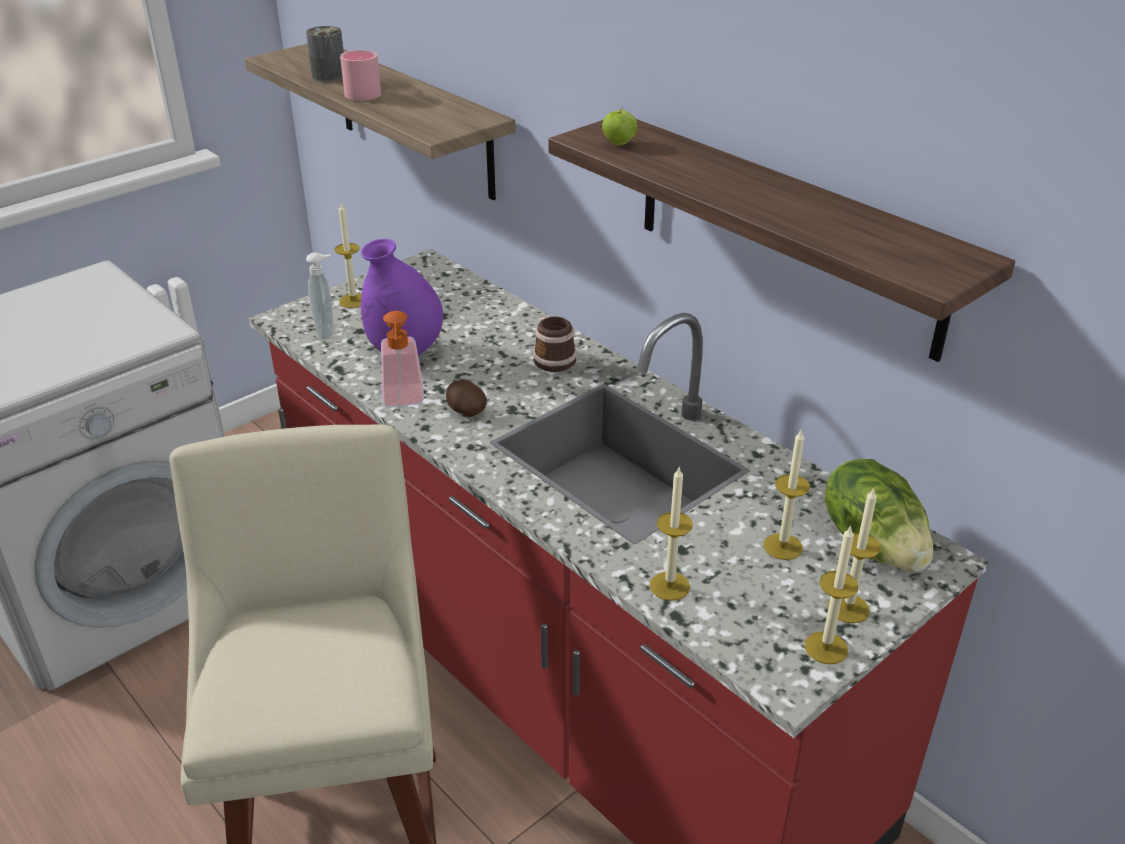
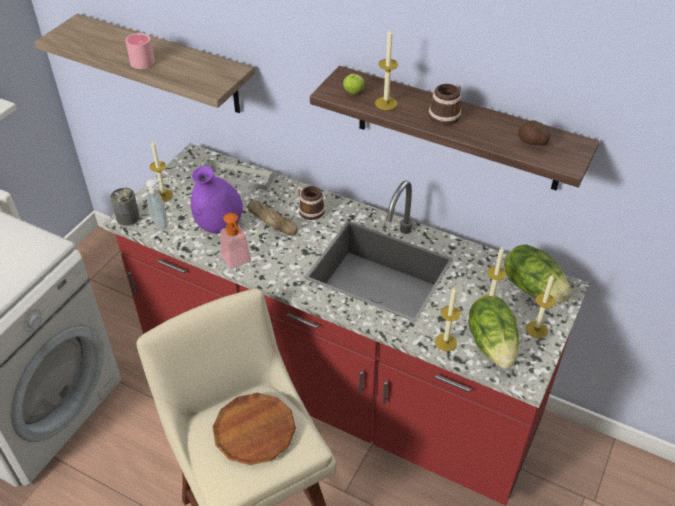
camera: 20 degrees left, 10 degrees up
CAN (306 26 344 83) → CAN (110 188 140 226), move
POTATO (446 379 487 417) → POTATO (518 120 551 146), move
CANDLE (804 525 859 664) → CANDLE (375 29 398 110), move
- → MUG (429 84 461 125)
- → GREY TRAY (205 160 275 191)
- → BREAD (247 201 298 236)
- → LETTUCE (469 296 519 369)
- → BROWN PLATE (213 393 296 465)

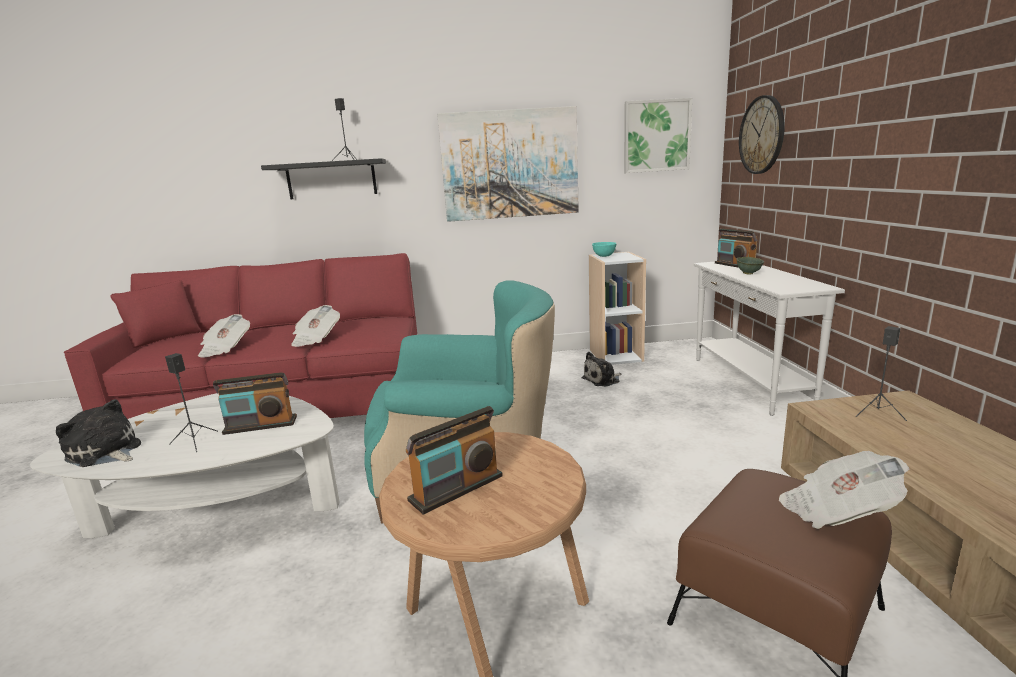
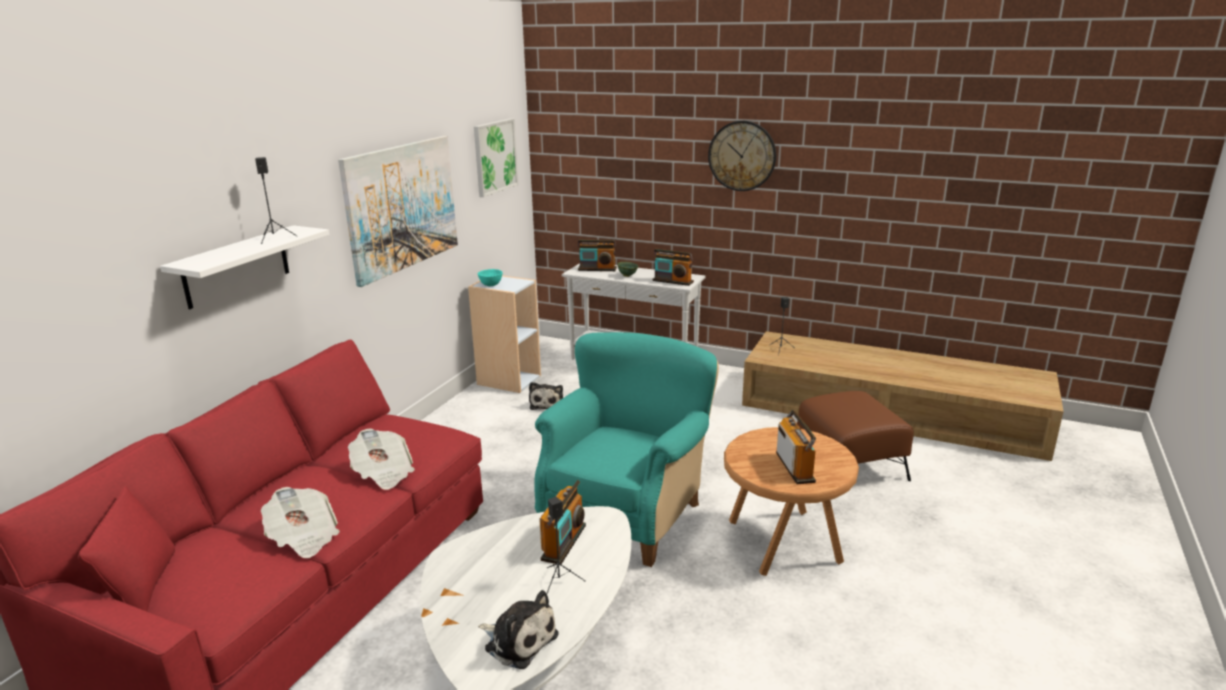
camera: 60 degrees left, 5 degrees up
WALL CLOCK (739 95 785 174) → WALL CLOCK (708 121 776 191), move
BLACK SHELF (261 158 386 199) → WHITE SHELF (160 225 330 309)
PLUSH TOY (56 399 141 467) → PLUSH TOY (478 590 559 669), 120 degrees counterclockwise
NEWSPAPER (779 451 910 529) → -
- → RADIO (652 249 694 286)

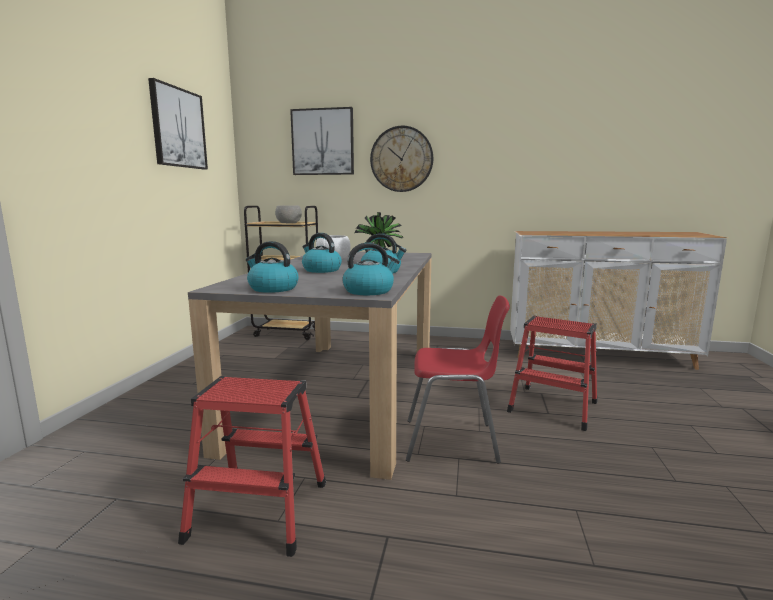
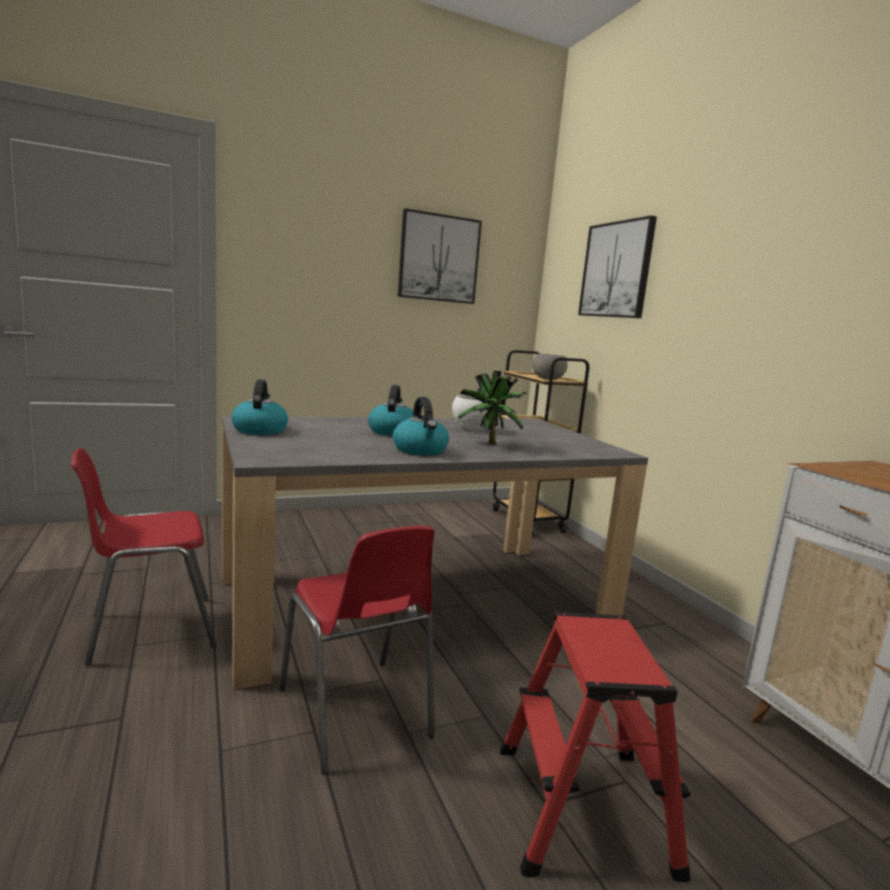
camera: 55 degrees right, 0 degrees up
WALL CLOCK (370 126 433 192) → -
KETTLE (342 242 400 295) → -
RED STEP LADDER (178 376 326 557) → RED CHAIR (71 448 217 666)

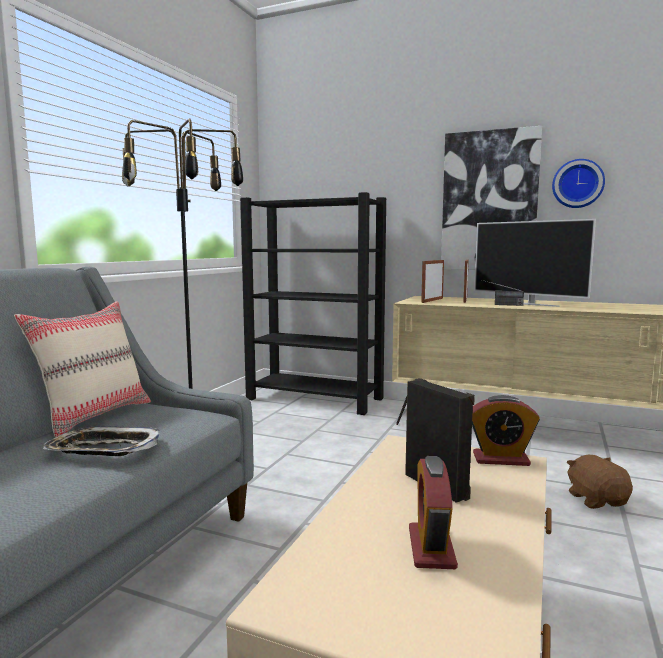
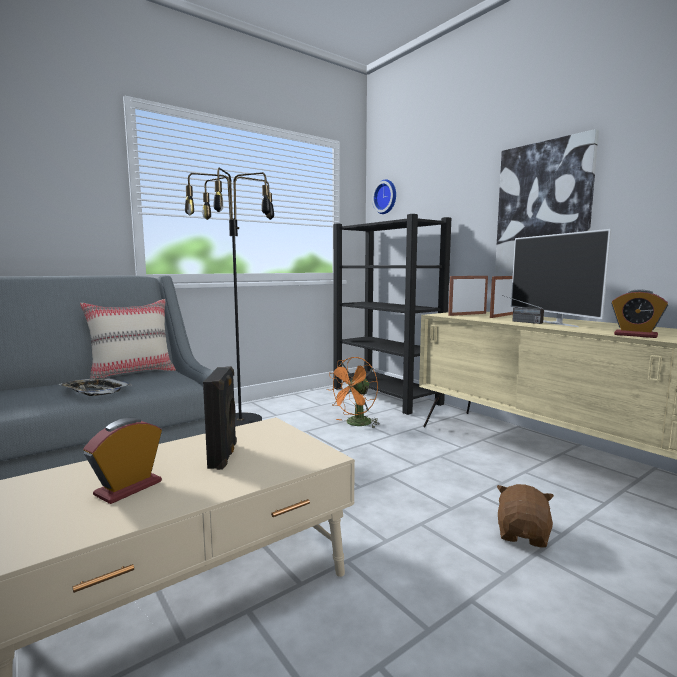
camera: 30 degrees right, 0 degrees up
WALL CLOCK (552 159 605 208) → WALL CLOCK (372 179 396 214), move
ALARM CLOCK (472 395 540 466) → ALARM CLOCK (611 289 668 338), move
- → ORANGE FAN (327 357 380 428)

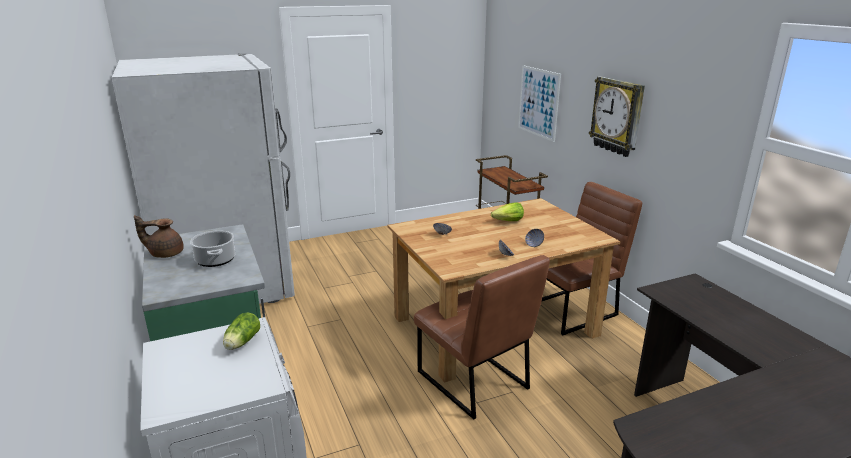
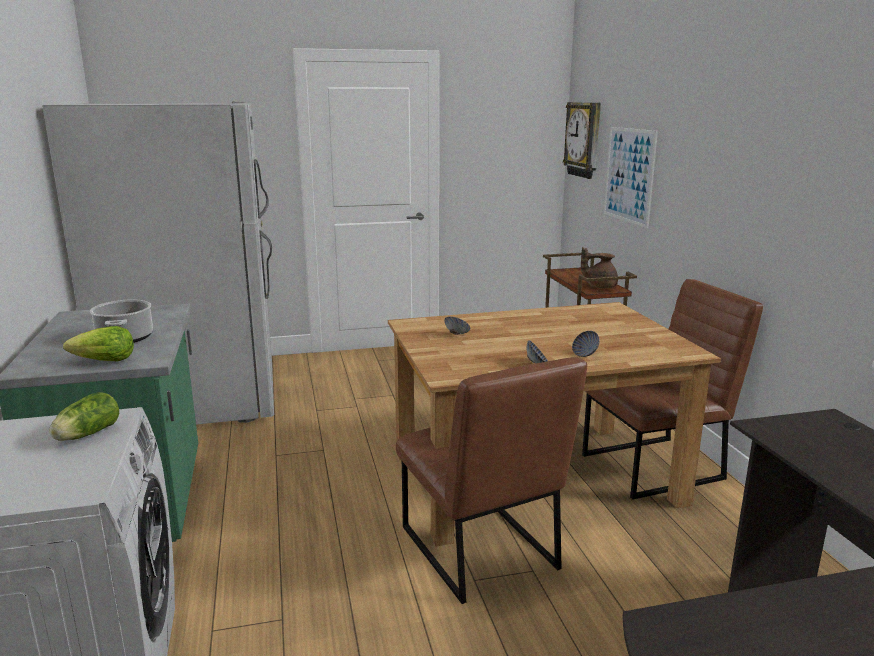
camera: 10 degrees right, 5 degrees down
WALL CLOCK (589 76 645 157) → WALL CLOCK (563 102 601 179), move
LETTUCE (491 202 524 221) → LETTUCE (63 326 134 362), move
BROWN TEAPOT (134 215 184 258) → BROWN TEAPOT (581 247 618 288), move

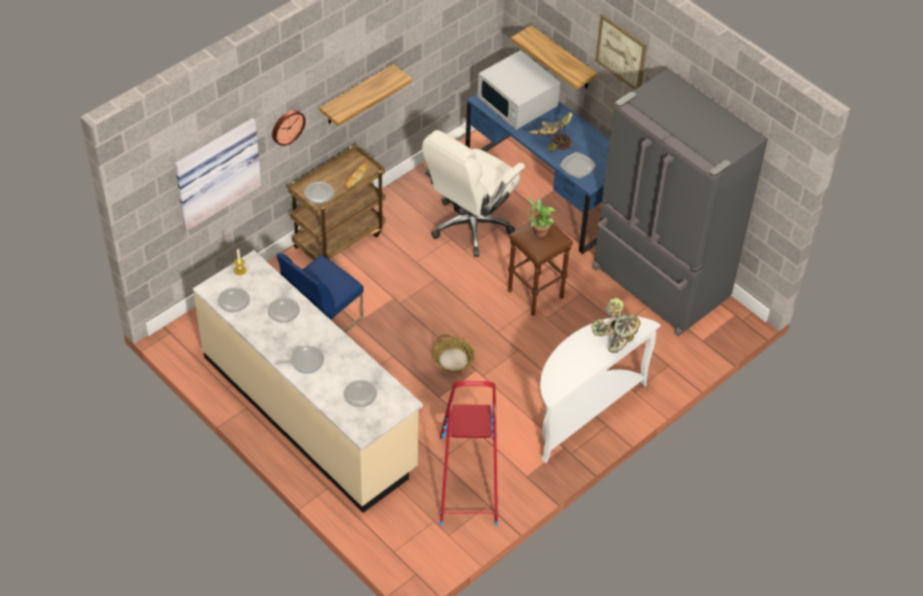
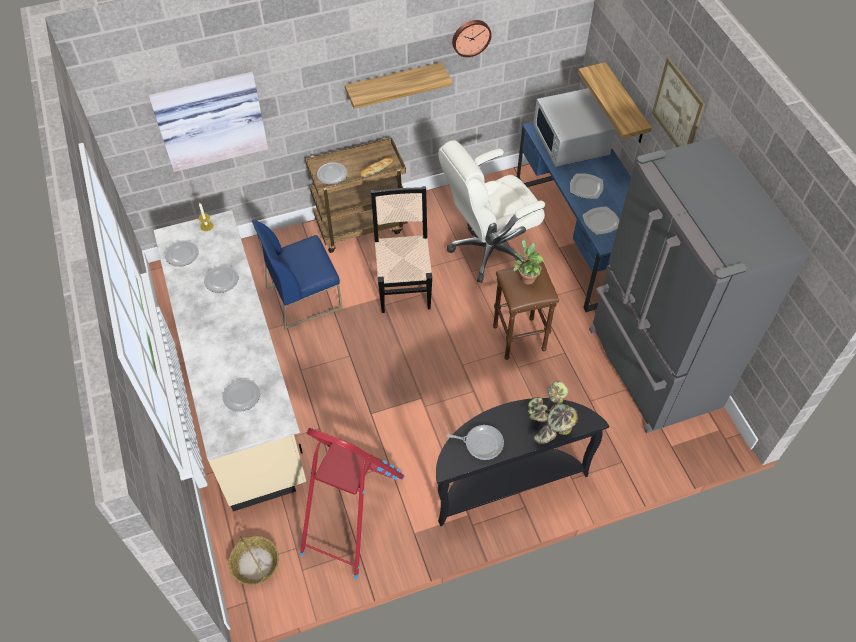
camera: 25 degrees right, 5 degrees up
WALL CLOCK (272 110 306 146) → WALL CLOCK (452 20 492 57), move
POTTED PLANT (527 112 573 151) → PLATE (570 174 603 199)
WHITE CONSOLE TABLE (540 316 660 463) → BLACK CONSOLE TABLE (436 398 609 526)
BASKET (433 335 475 373) → BASKET (228 536 279 585), move
FRYING PAN (274 346 324 374) → FRYING PAN (446 425 504 460), move
- → CHAIR (371 186 432 313)

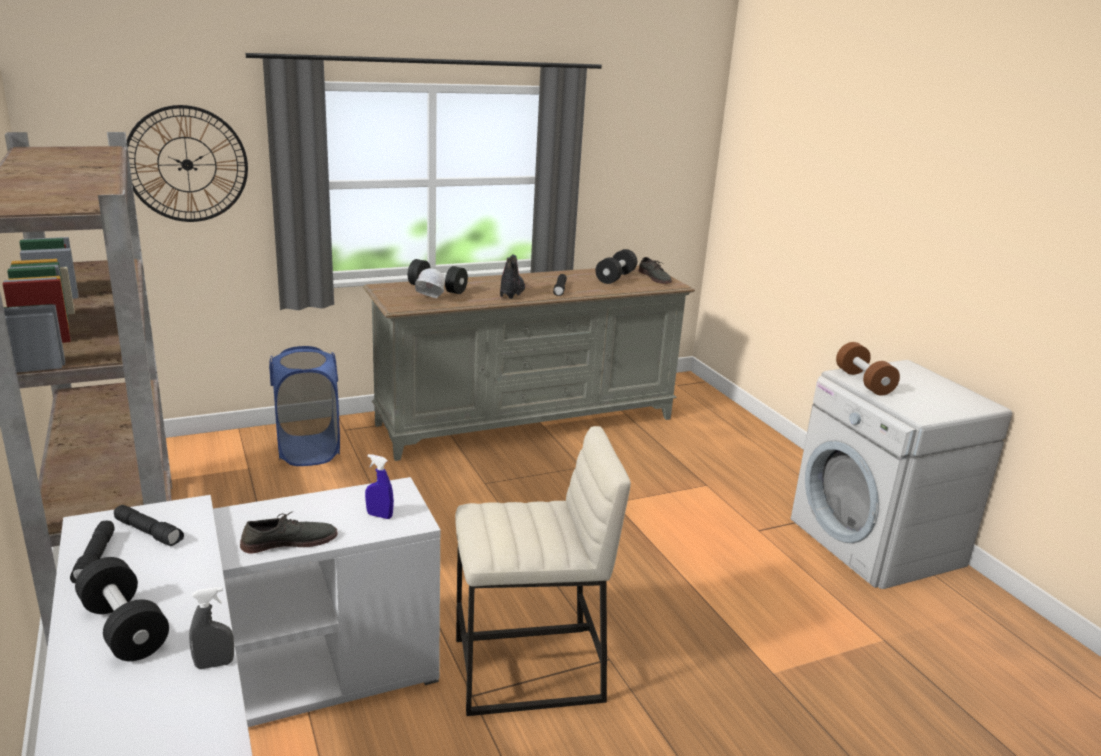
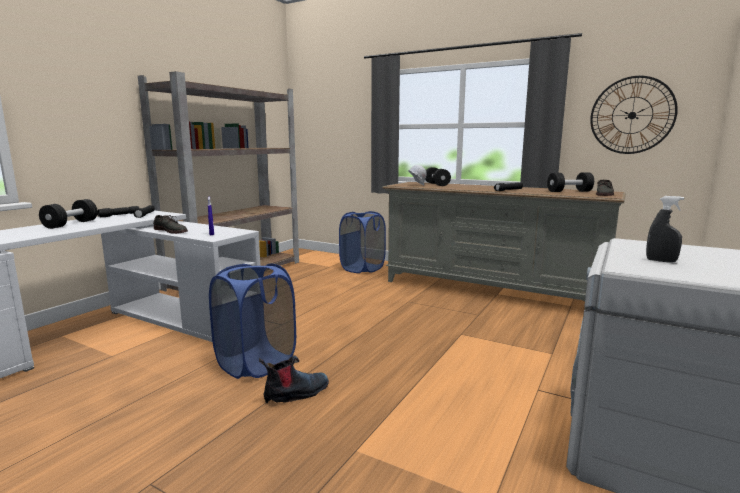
camera: 55 degrees right, 10 degrees down
WALL CLOCK (127 105 248 222) → WALL CLOCK (590 76 678 154), move
BOOT (500 254 525 299) → BOOT (259 355 329 403), move
BROWN DUMBBELL (836 342 900 396) → -
BEIGE STOOL (455 426 631 716) → BLUE LAUNDRY BASKET (209 264 296 379)
GREY SPRAY BOTTLE (189 587 234 669) → GREY SPRAY BOTTLE (646 196 684 263), move

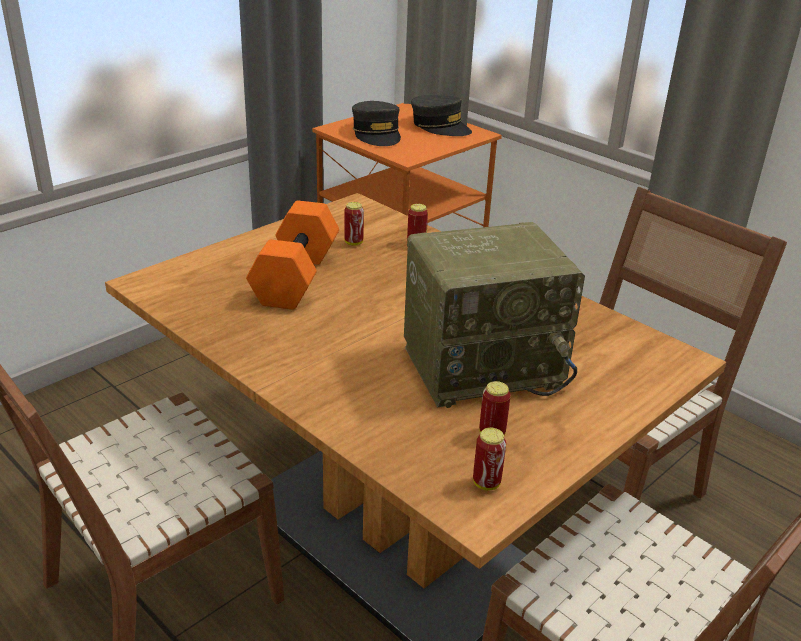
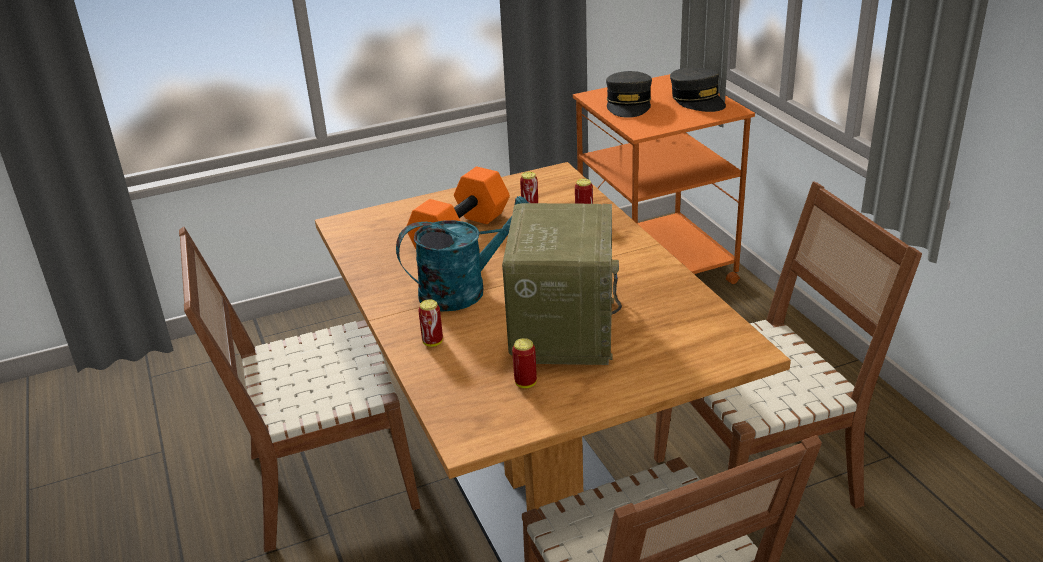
camera: 25 degrees right, 0 degrees up
RADIO (404 222 585 408) → RADIO (502 203 622 365), 90 degrees counterclockwise
CAN (473 428 506 490) → CAN (418 299 443 347), move
- → TURQUOISE WATERING CAN (396 196 529 311)

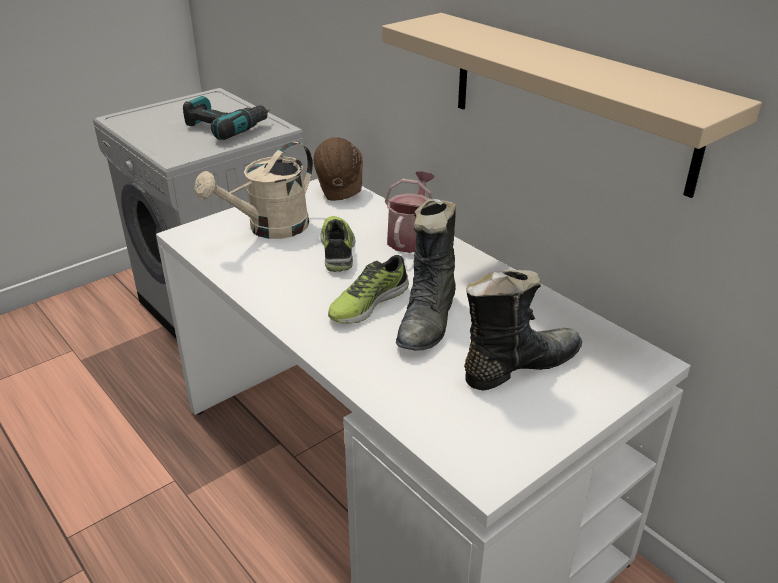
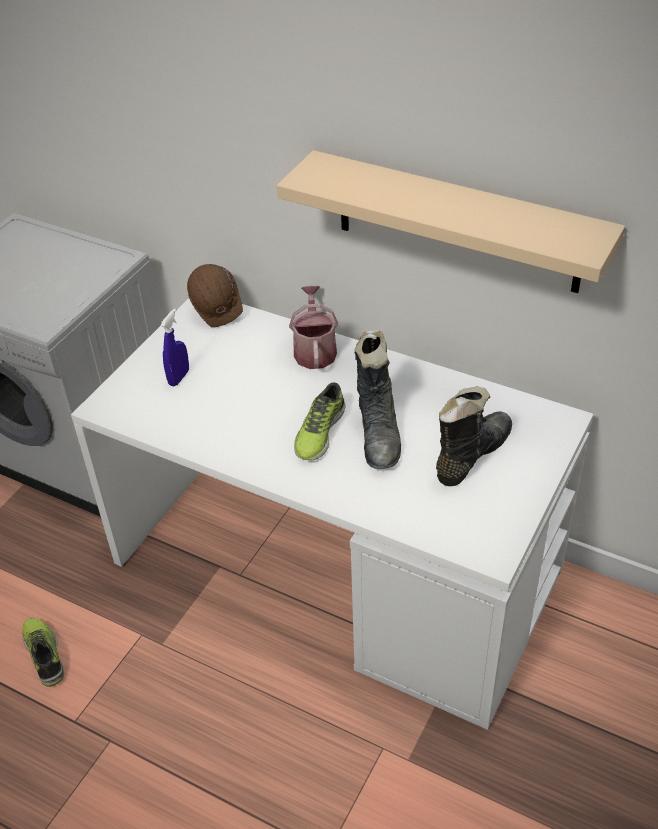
camera: 20 degrees left, 10 degrees up
POWER DRILL (183 96 270 140) → -
BEIGE WATERING CAN (195 142 313 239) → BLUE SPRAY BOTTLE (161 309 189 386)
SHOE (321 216 356 272) → SHOE (22 618 64 687), move

